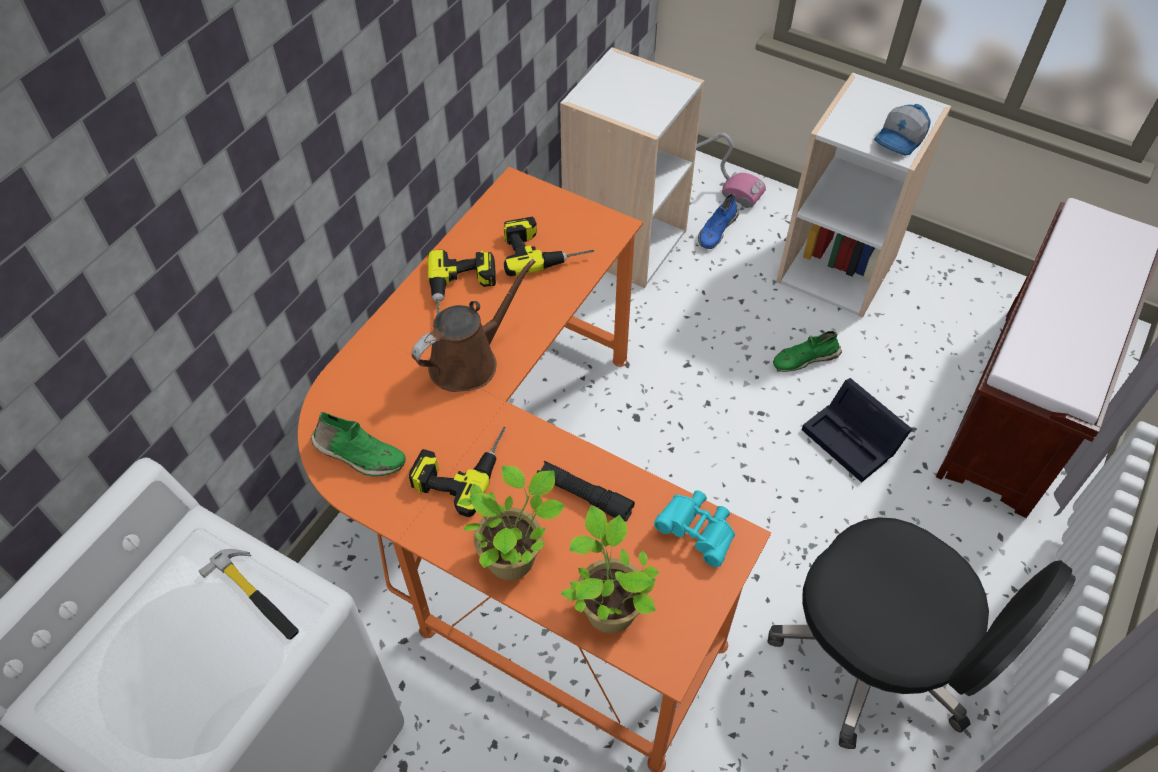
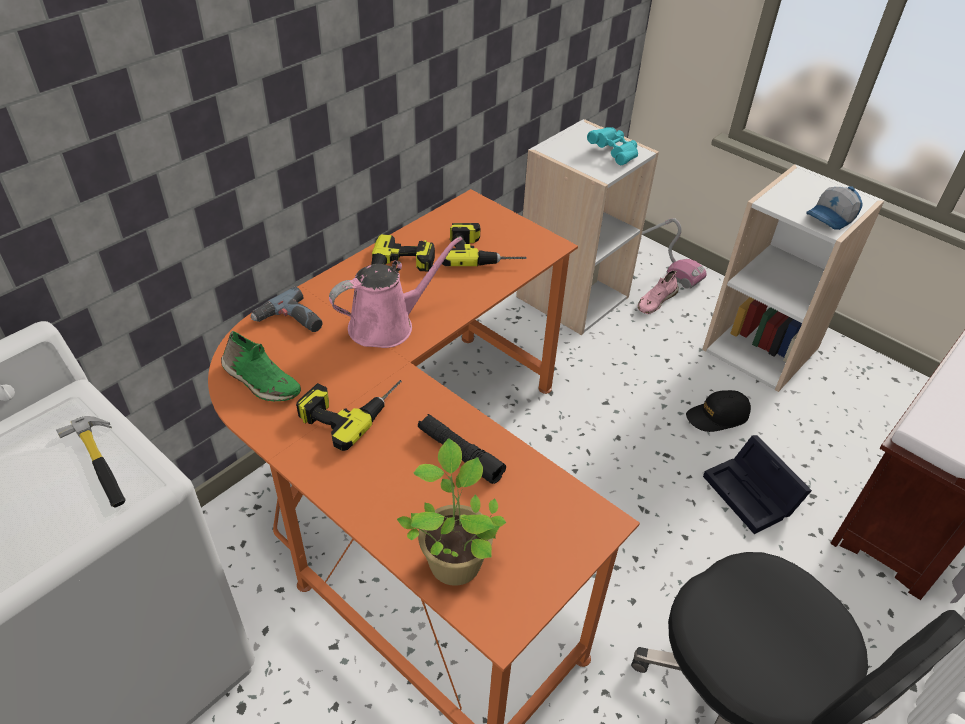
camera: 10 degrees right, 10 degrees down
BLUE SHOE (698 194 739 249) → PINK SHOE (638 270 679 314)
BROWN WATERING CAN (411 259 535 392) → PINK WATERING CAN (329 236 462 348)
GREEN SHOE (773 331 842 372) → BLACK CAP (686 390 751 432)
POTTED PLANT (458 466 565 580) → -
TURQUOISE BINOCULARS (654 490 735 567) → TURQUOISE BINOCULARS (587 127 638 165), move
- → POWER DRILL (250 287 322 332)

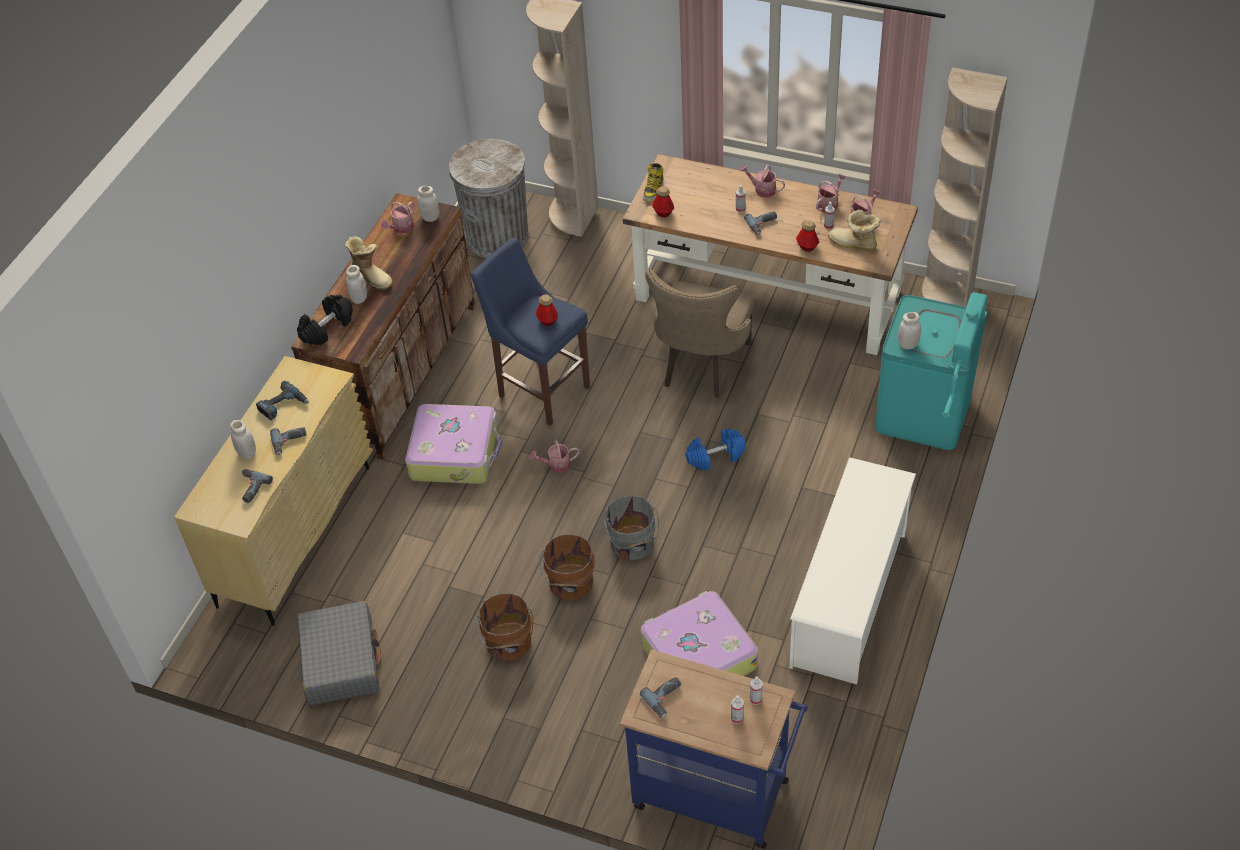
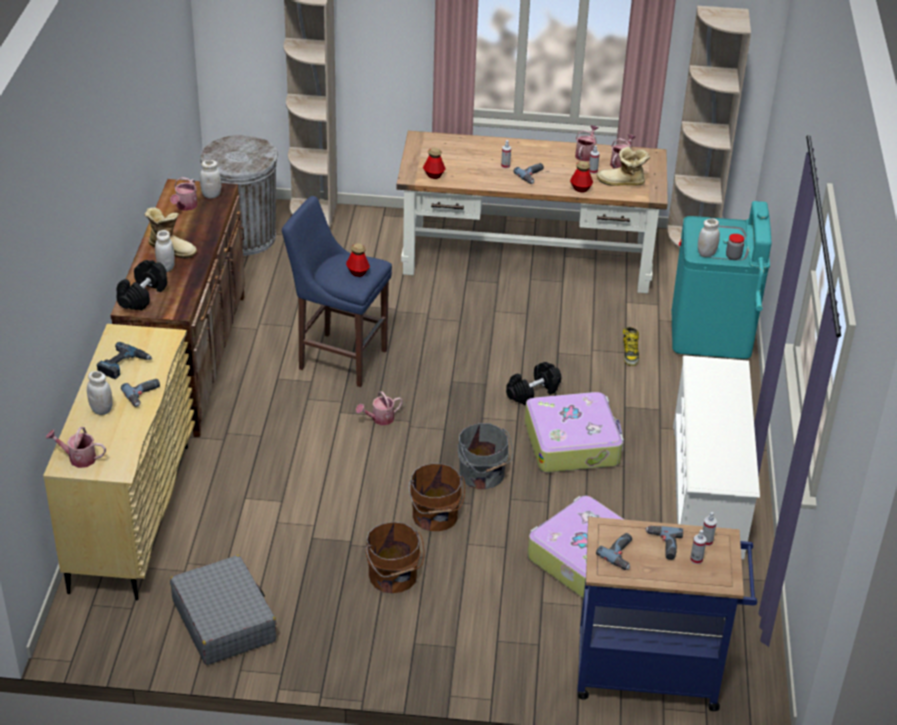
camera: 20 degrees left, 10 degrees down
BOOT (643 163 663 202) → BOOT (623 327 639 366), move
WATERING CAN (740 165 785 197) → WATERING CAN (46 427 106 468), move
BEIGE CHAIR (646 269 754 398) → -
SUITCASE (405 404 503 484) → SUITCASE (525 392 624 473), move
BLUE DUMBBELL (685 429 746 470) → BLACK DUMBBELL (506 362 561 405)
POWER DRILL (242 469 273 503) → POWER DRILL (645 526 683 560), move
- → JAR (726 234 744 260)

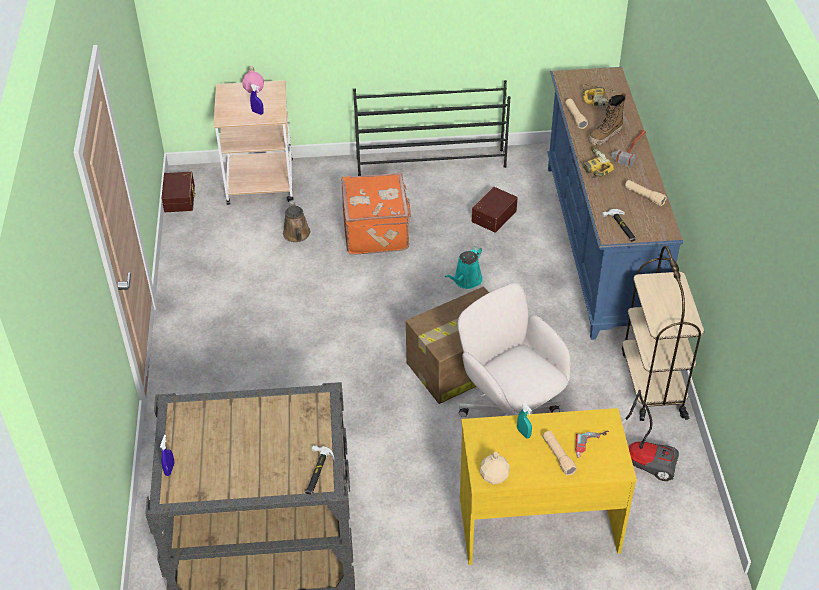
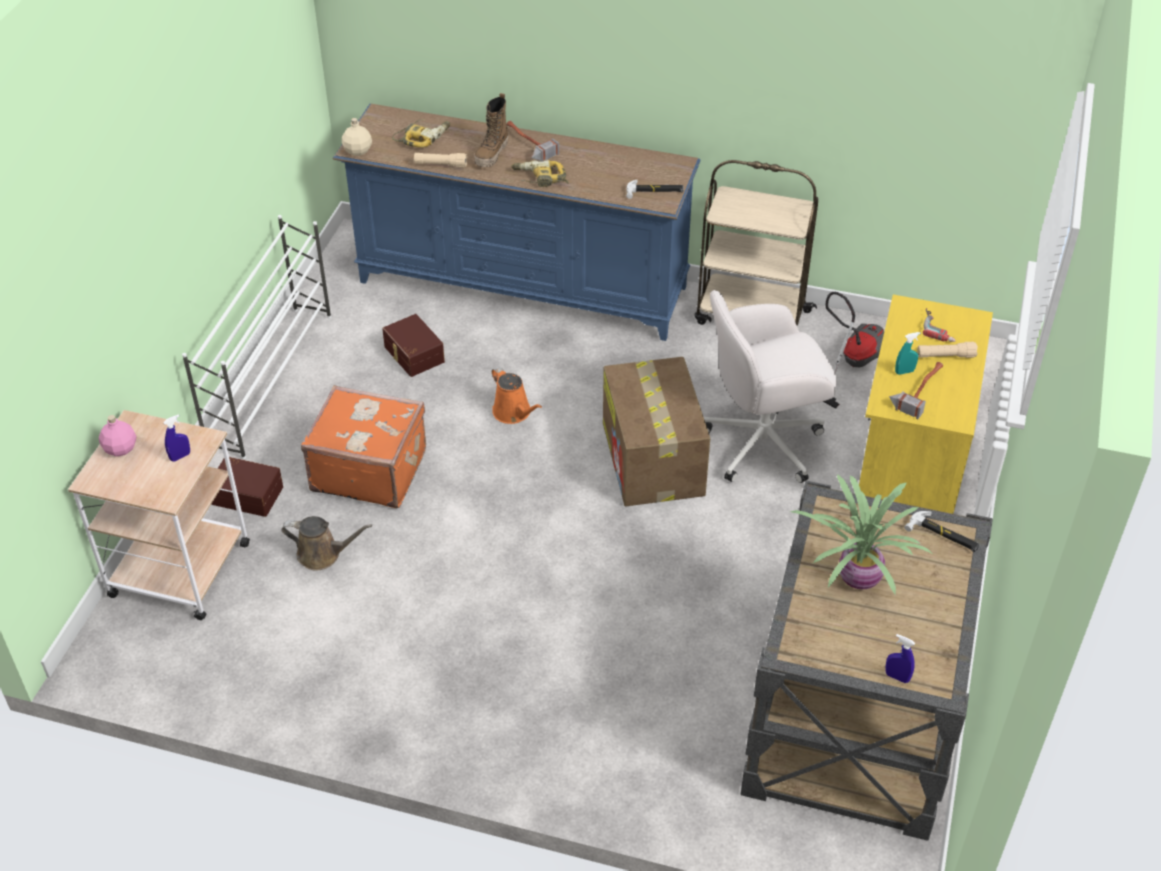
camera: 70 degrees left, 0 degrees up
BLACK SHOE RACK (353 80 510 176) → WHITE SHOE RACK (182 215 331 459)
BOOT (589 92 626 146) → BOOT (474 93 508 167), 45 degrees clockwise
BROWN STORAGE BOX (162 172 196 212) → BROWN STORAGE BOX (212 457 283 517), move
BEIGE FLASHLIGHT (625 180 667 206) → -
TURQUOISE WATERING CAN (445 246 483 289) → ORANGE WATERING CAN (492 366 542 424)
BEIGE BOTTLE (480 452 510 484) → BEIGE BOTTLE (342 118 372 156), move
- → HAMMER (889 362 943 419)
- → POTTED PLANT (791 474 932 594)

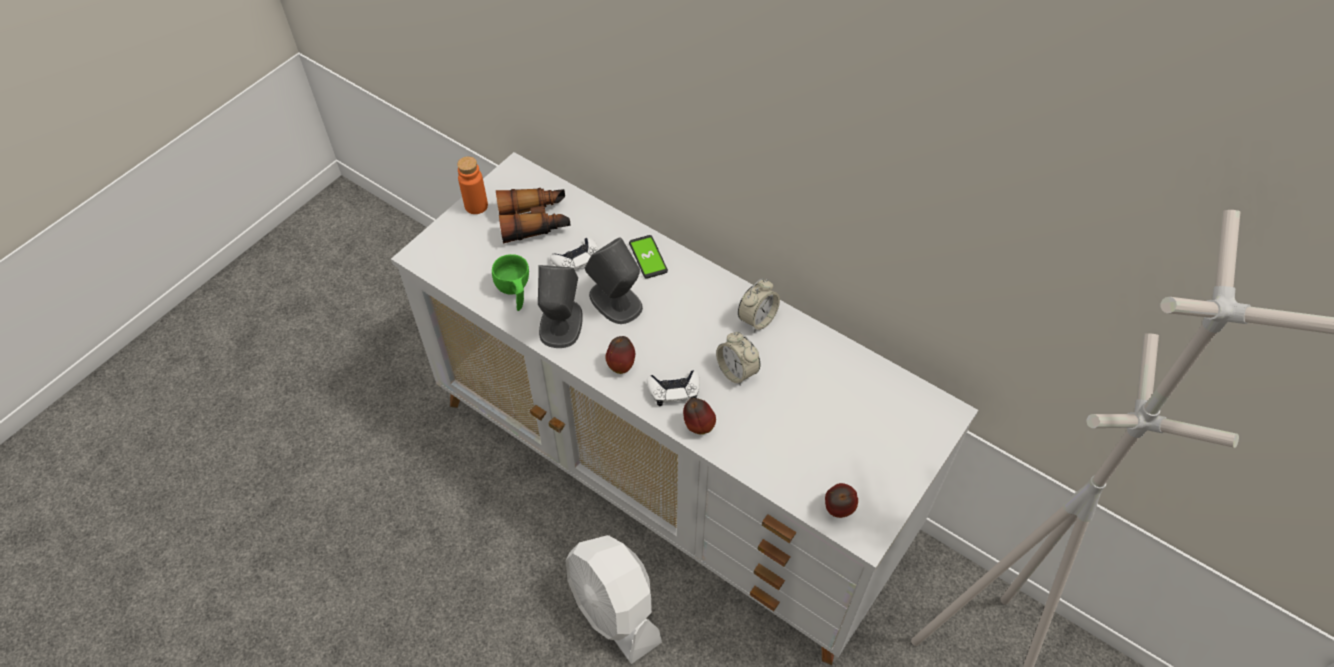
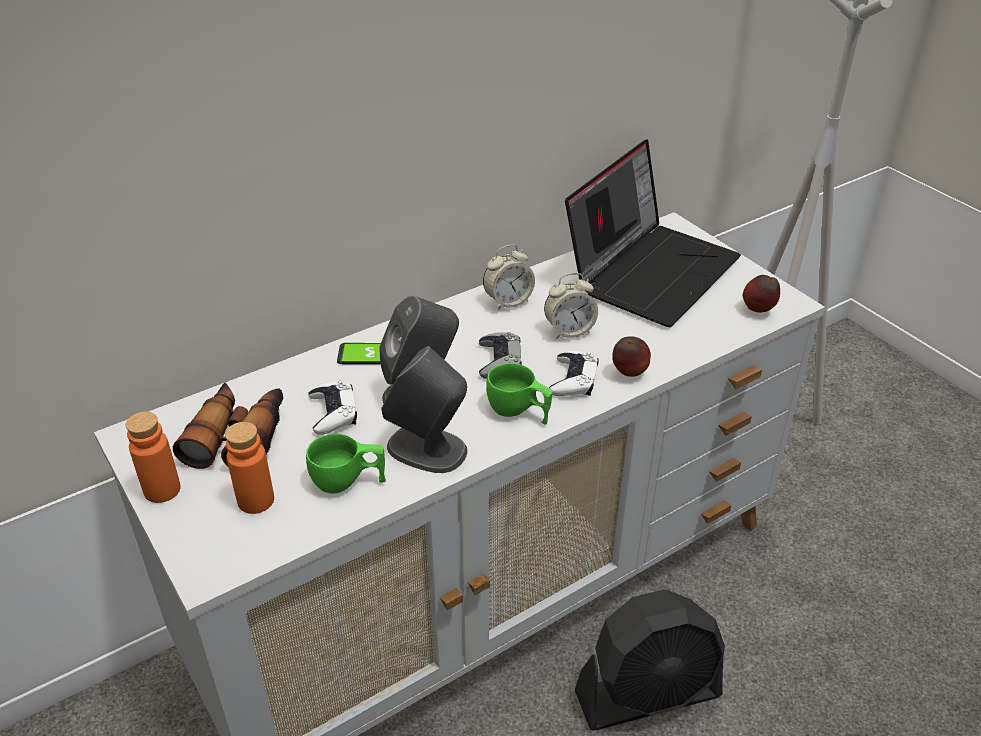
camera: 70 degrees left, 15 degrees down
ALARM CLOCK (738 278 780 332) → ALARM CLOCK (483 245 535 310), 90 degrees clockwise
APPLE (605 336 635 374) → GREEN CUP (486 363 553 425)
WHITE FAN (565 535 662 664) → BLACK FAN (575 590 725 731)
- → LAPTOP (565 139 741 327)
- → GREY GAME CONTROLLER (479 332 522 379)
- → ORANGE BOTTLE (225 422 274 514)

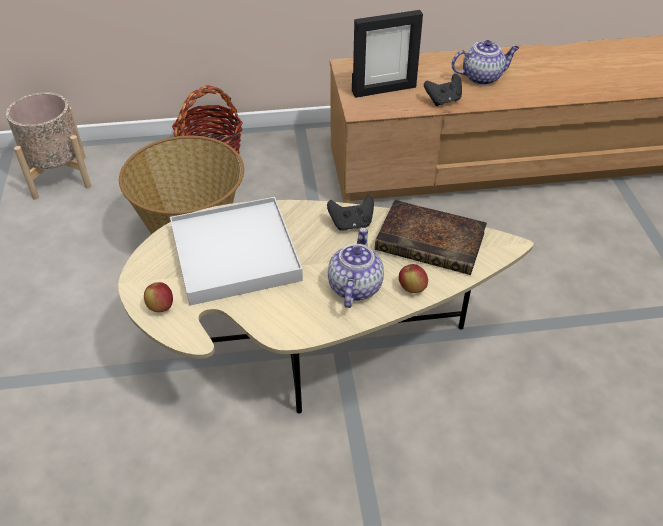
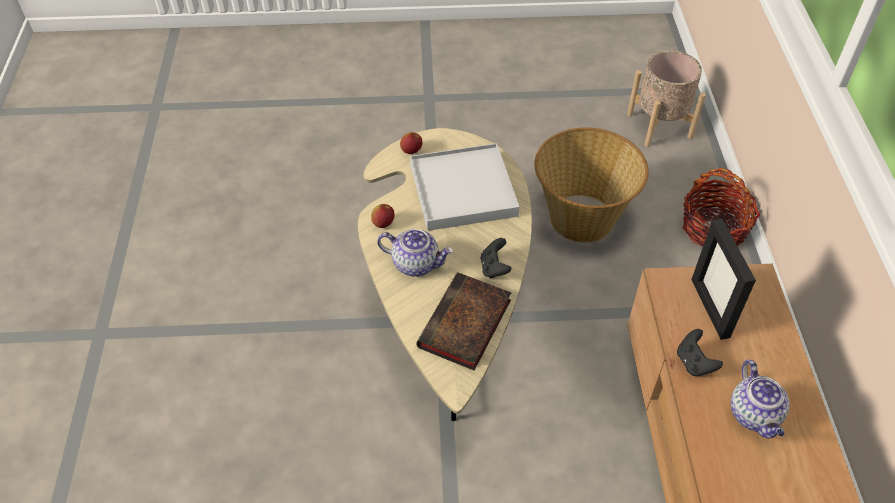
camera: 95 degrees right, 5 degrees up
APPLE (399 264 428 293) → APPLE (371 204 395 228), move

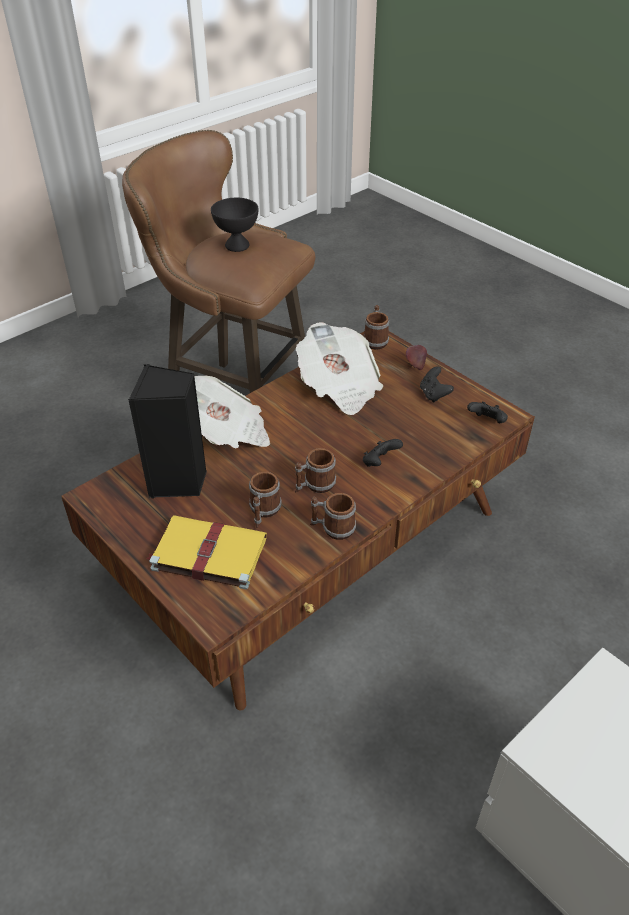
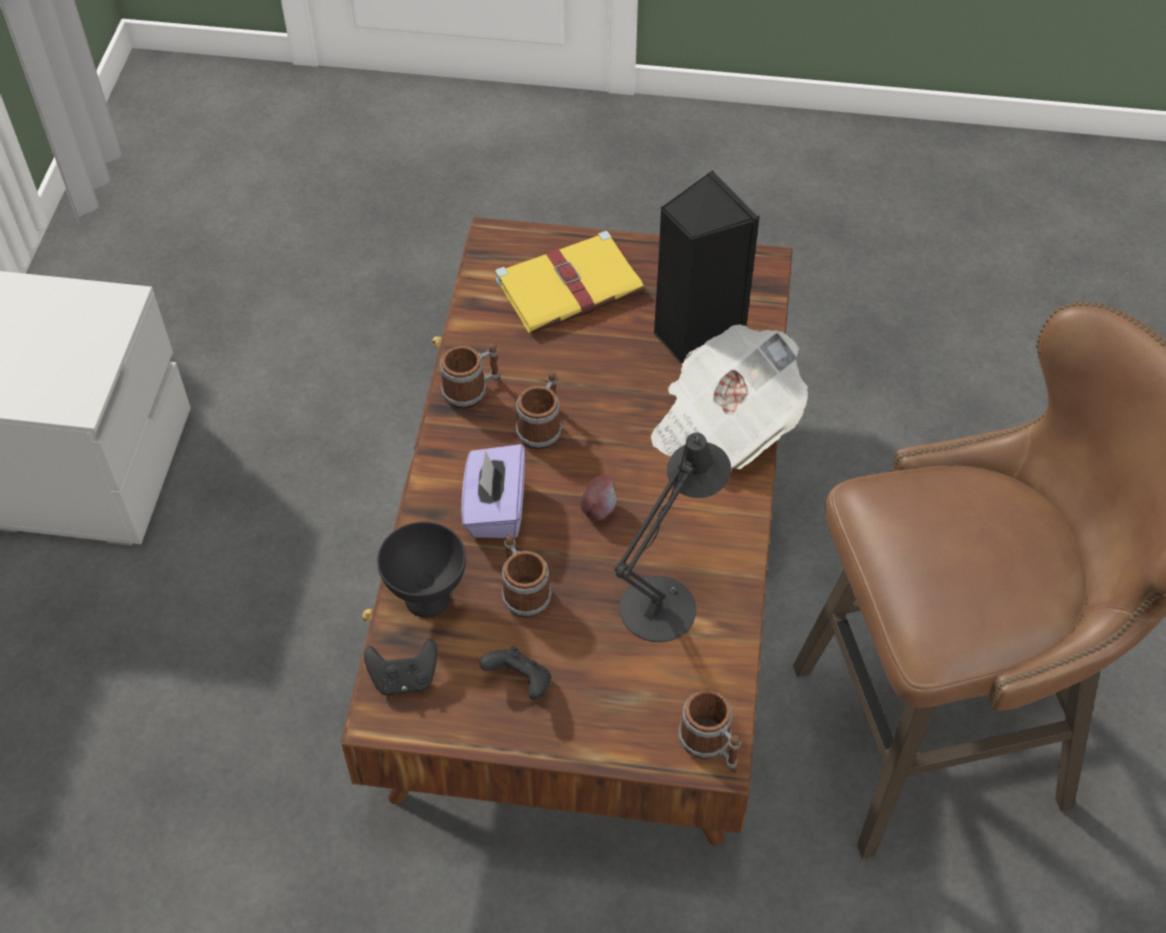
camera: 140 degrees right, 10 degrees up
BLACK BOWL (211 198 259 252) → BLACK BOWL (377 522 466 618), move
NEWSPAPER (296 322 383 415) → BLACK TABLE LAMP (614 433 731 642)
APPLE (406 345 427 370) → APPLE (581 475 616 521), move
BLACK GAME CONTROLLER (363 439 403 467) → PURPLE TISSUE BOX (462 444 525 538)
MUG (249 472 282 528) → MUG (501 535 551 618), move

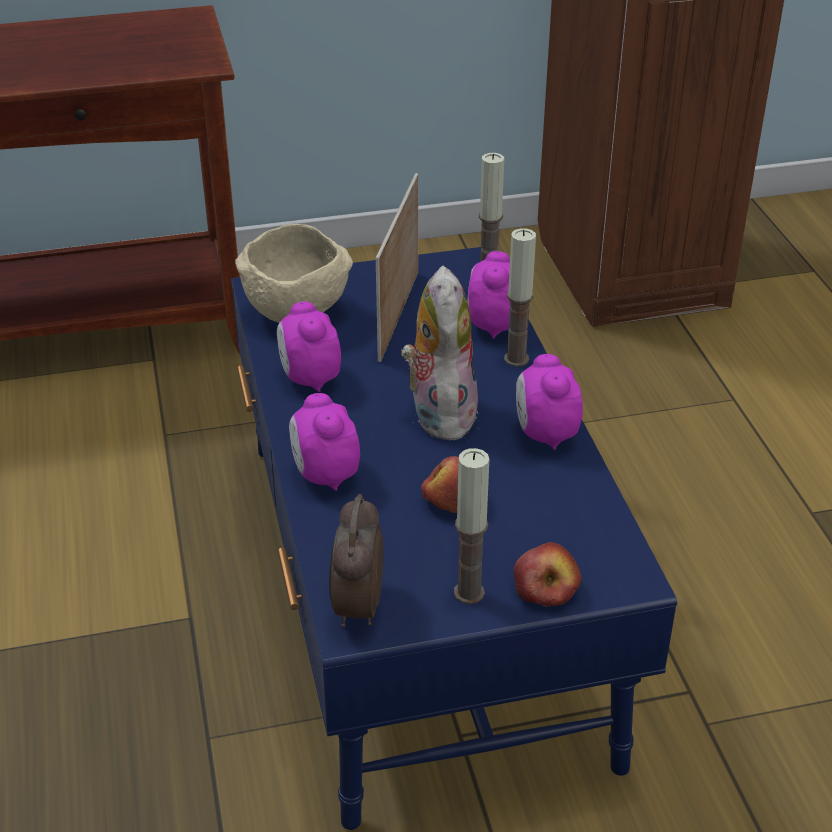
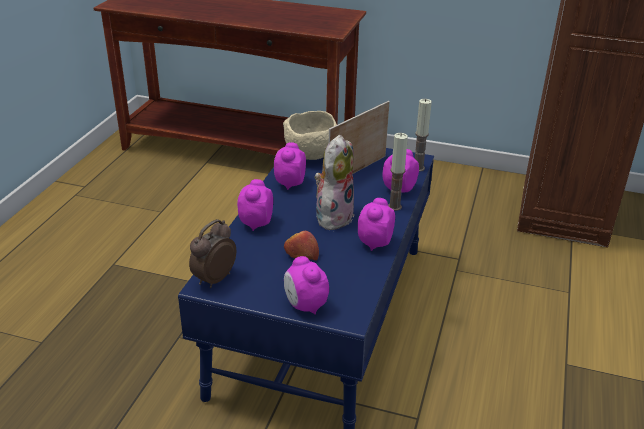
camera: 30 degrees right, 5 degrees down
CANDLE (454 448 489 604) → -
APPLE (514 542 581 607) → ALARM CLOCK (284 256 329 315)

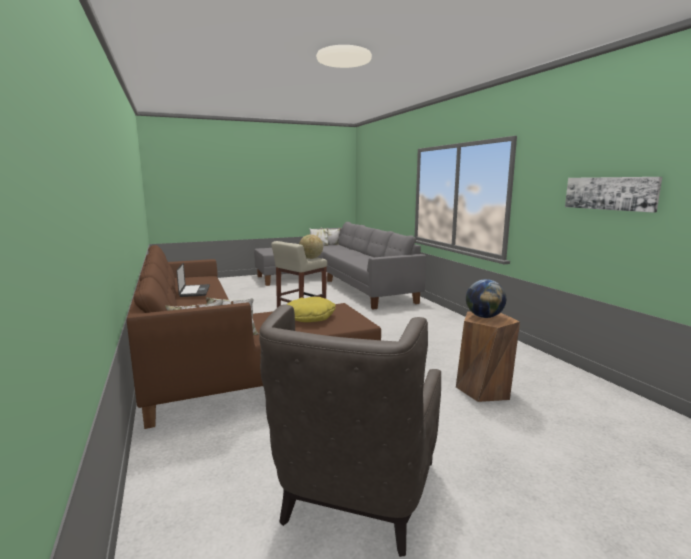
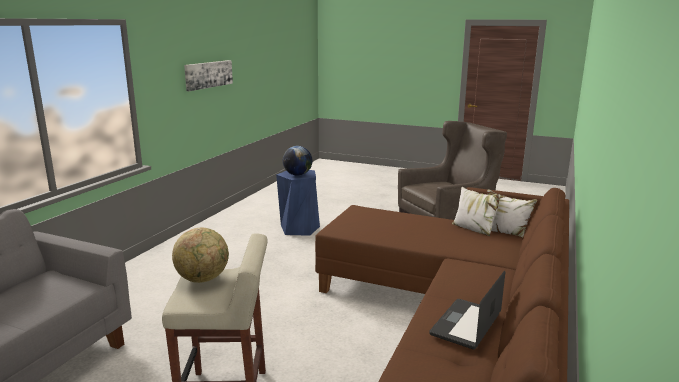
camera: 135 degrees left, 5 degrees up
YELLOW PILLOW (286 297 336 322) → -
BROWN STOOL (456 311 520 402) → BLUE STOOL (276 170 320 236)

